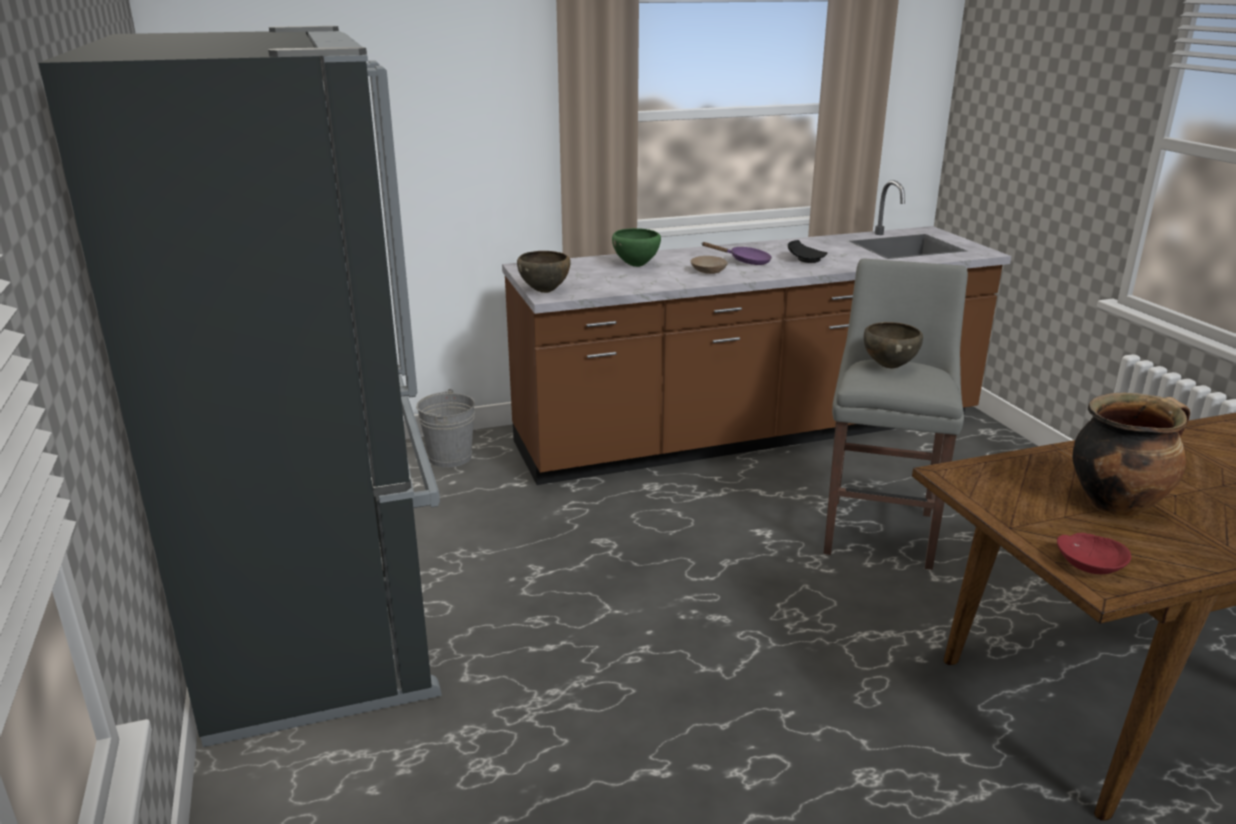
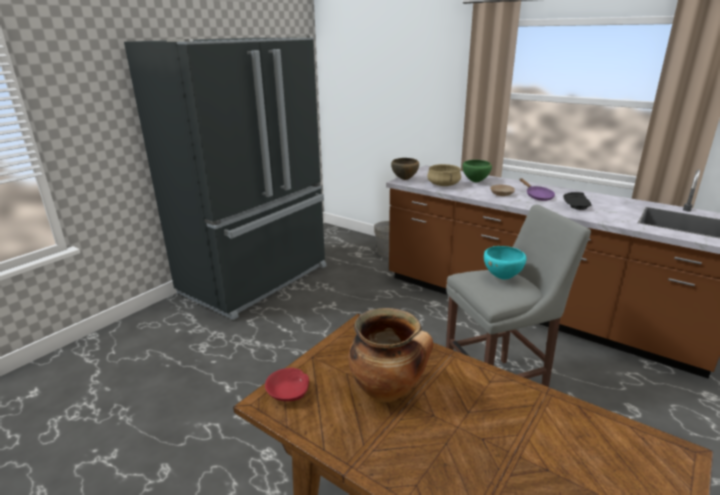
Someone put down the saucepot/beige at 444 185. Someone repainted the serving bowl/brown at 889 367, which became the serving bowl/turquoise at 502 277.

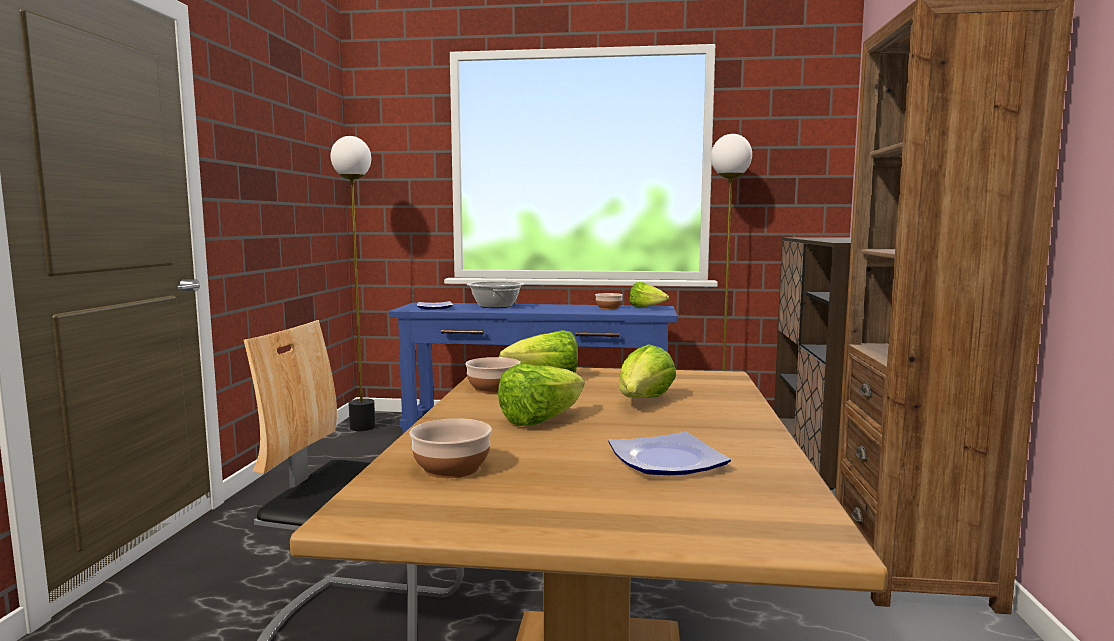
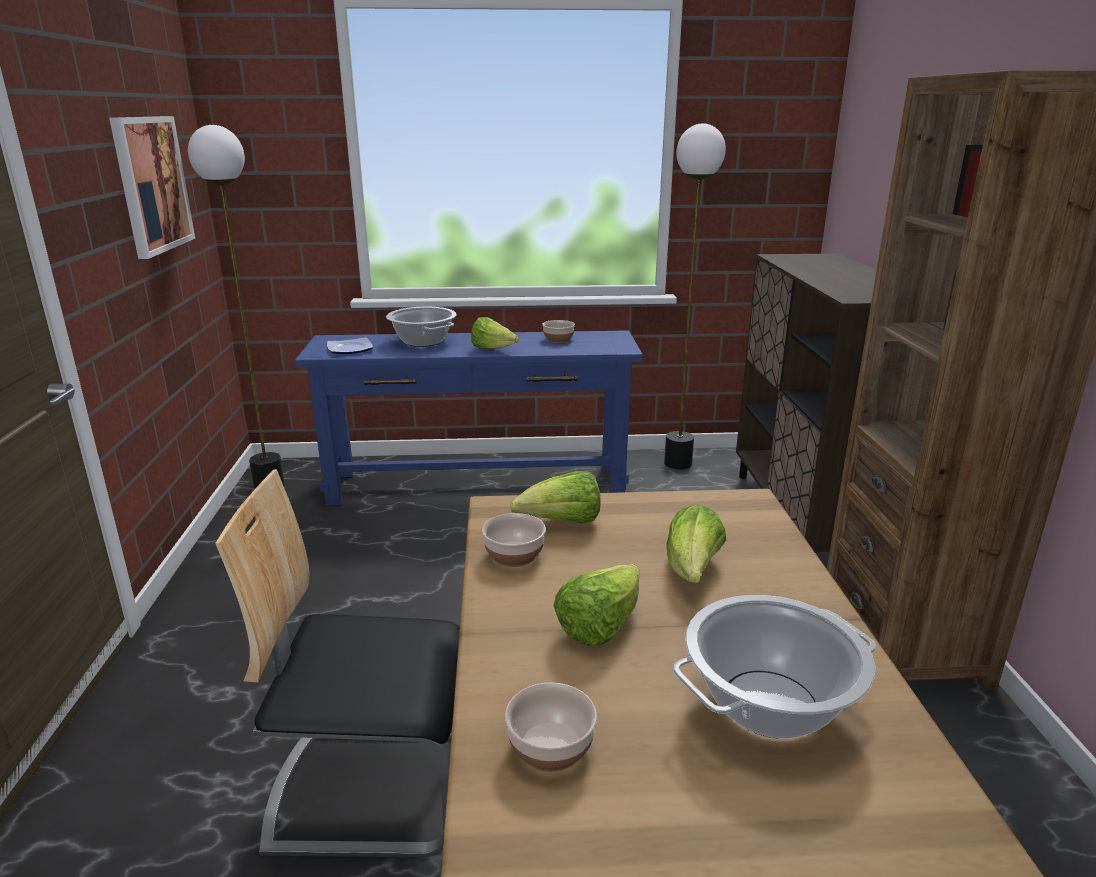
Someone put up the wall art at 152 184. Someone carried the lettuce head from 647 308 to 493 349. Someone swapped the dinner plate at 666 462 for the saucepot at 769 705.

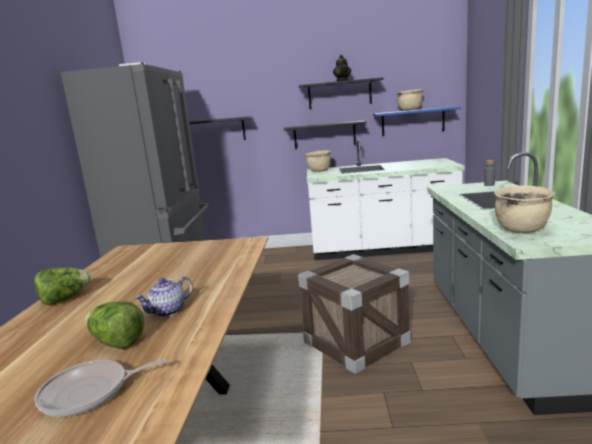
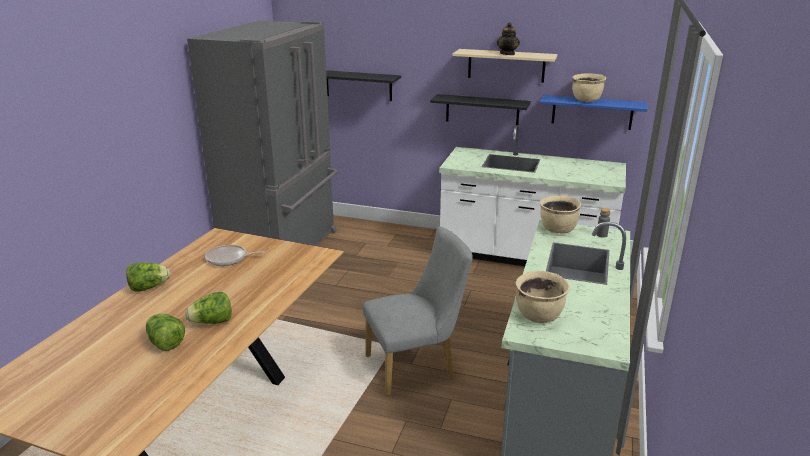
Someone carried the frying pan from 90 393 to 228 259. Someone carried the saucepot/beige from 319 171 to 557 229. Someone swapped the tea pot at 168 311 for the lettuce head at 212 322. Someone swapped the shipping crate at 356 342 for the plain chair/grey at 416 366. Someone repainted the wall shelf/black-coloured at 339 94, which became the wall shelf/beige at 506 65.

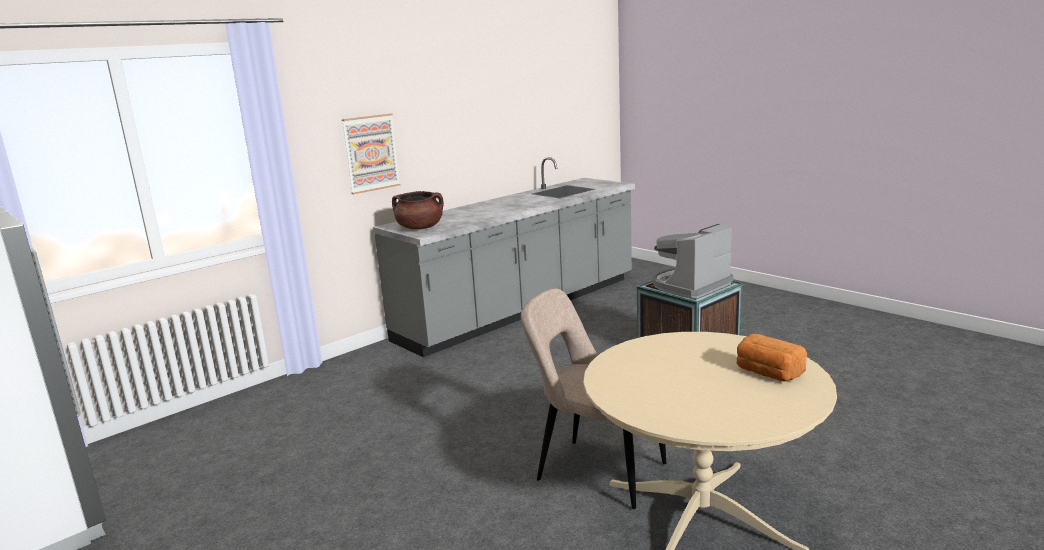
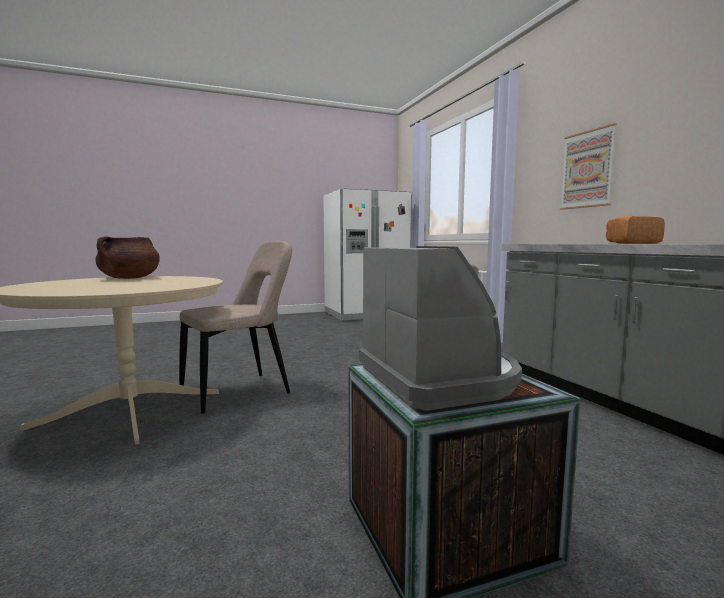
Someone carried the saucepot/brown from 420 228 to 129 278. Someone carried the bread from 767 373 to 631 243.

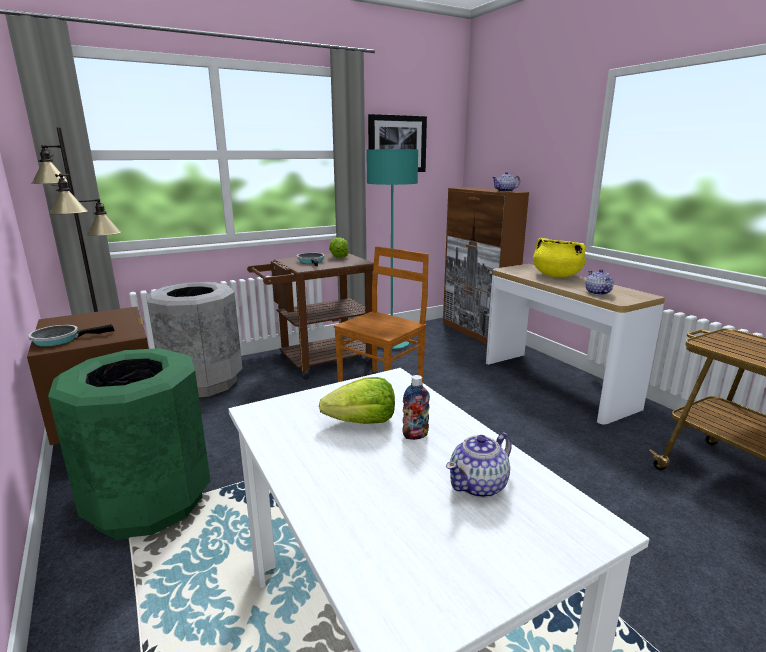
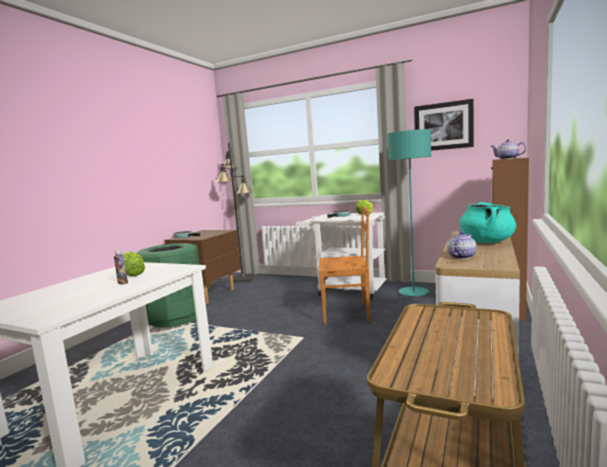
Someone took away the rubbish bin/grey at 202 382. Someone took away the tea pot at 479 485. Someone repainted the cart/brown at 318 362, which became the cart/white-coloured at 345 290. Someone repainted the saucepot/yellow at 556 276, which became the saucepot/turquoise at 486 242.

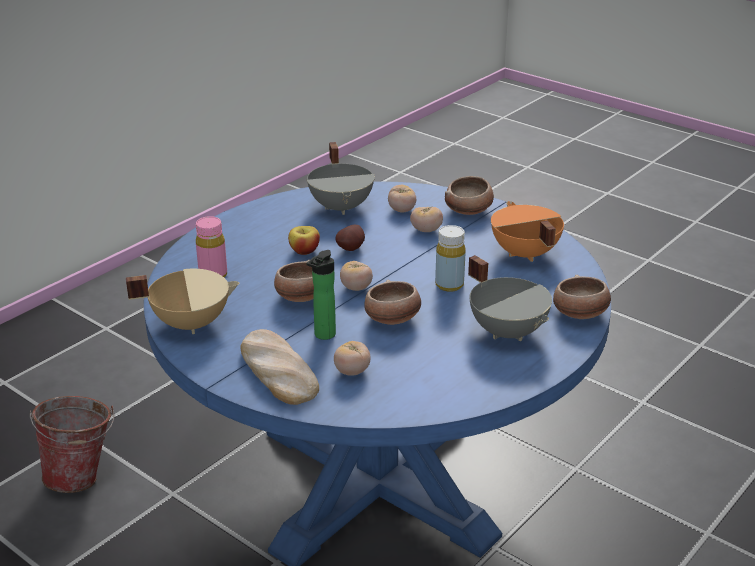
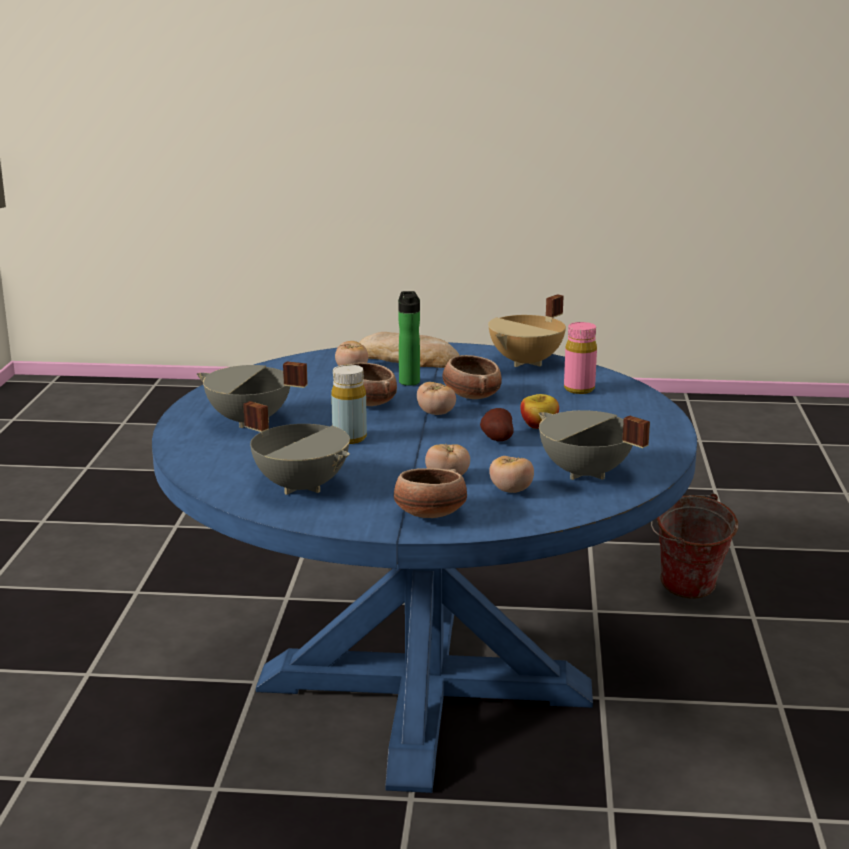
Someone took away the serving bowl at 580 314. Someone repainted the saucepot/orange at 523 254, which became the saucepot/grey at 302 486.

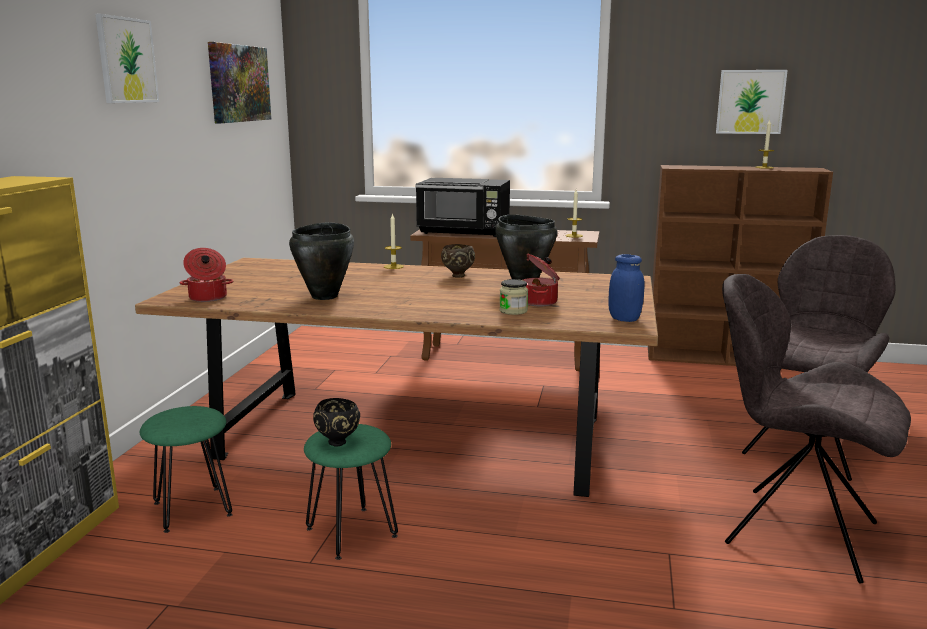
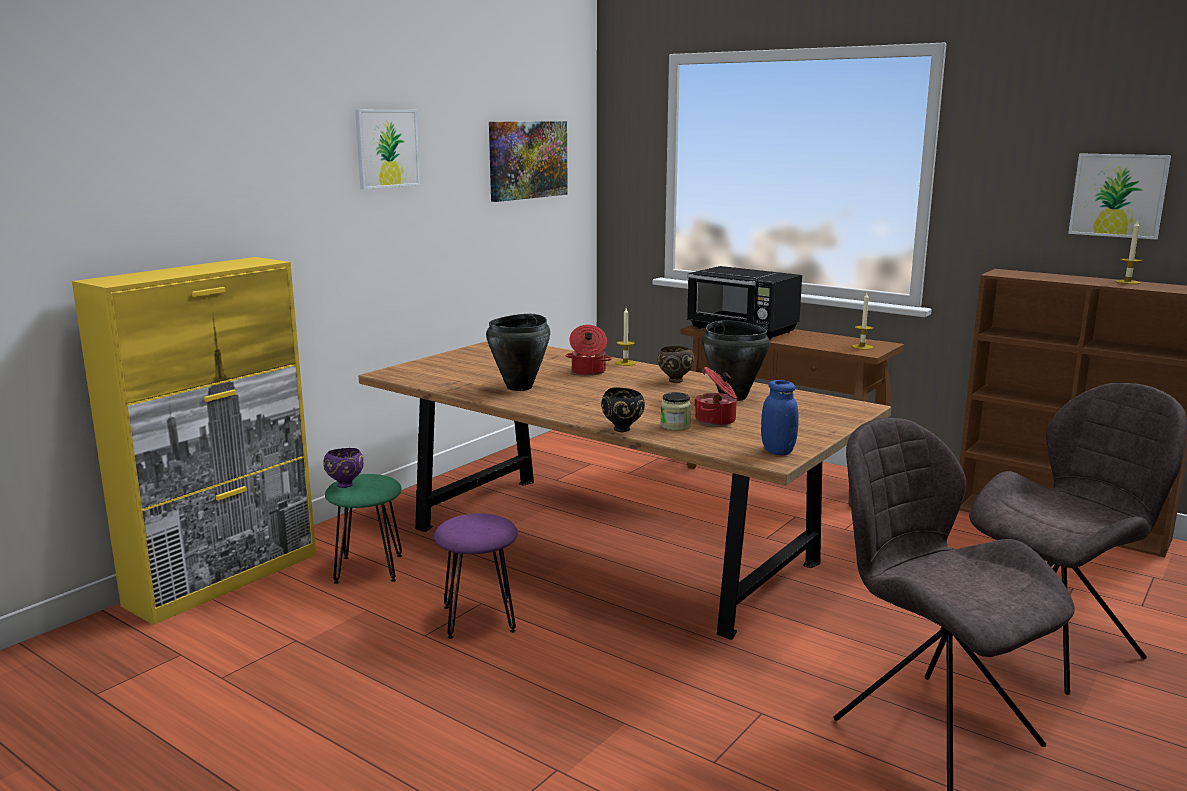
Someone put down the serving bowl/purple at 345 485. Someone carried the saucepot from 207 298 to 588 372. Someone carried the serving bowl/black-coloured from 338 442 to 623 429. Someone repainted the stool/greenish at 351 532, which became the stool/purple at 478 619.

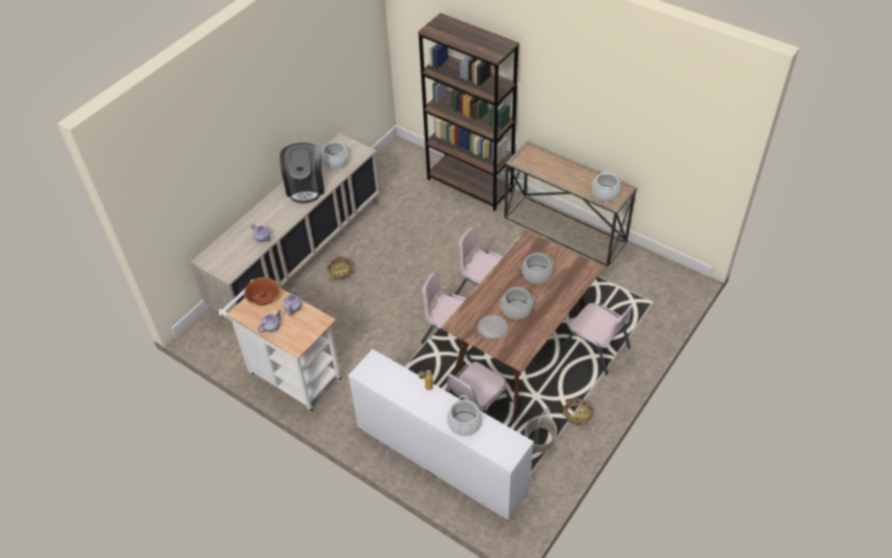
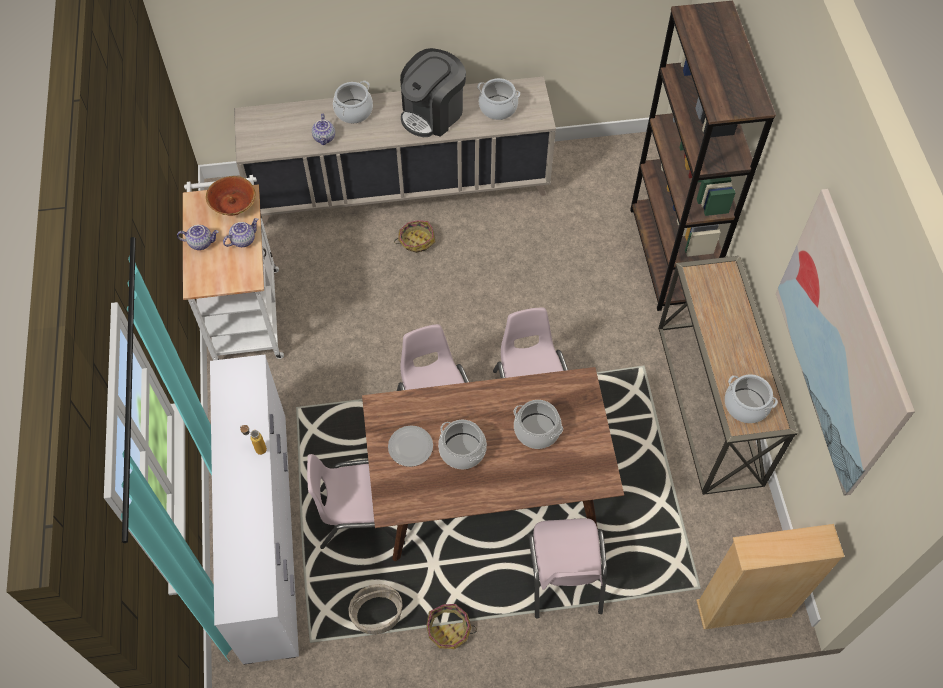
Someone put down the bookshelf/beige at 743 609. Someone put up the wall art at 840 344. Someone carried the saucepot from 464 423 to 353 111.

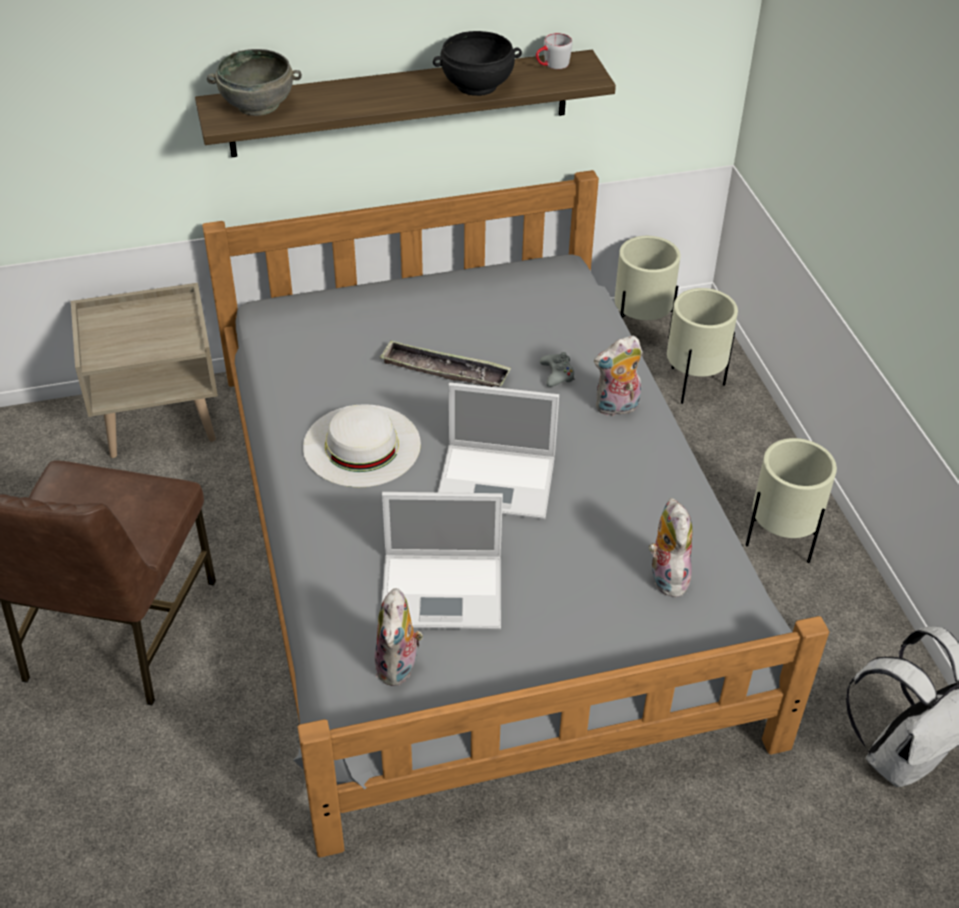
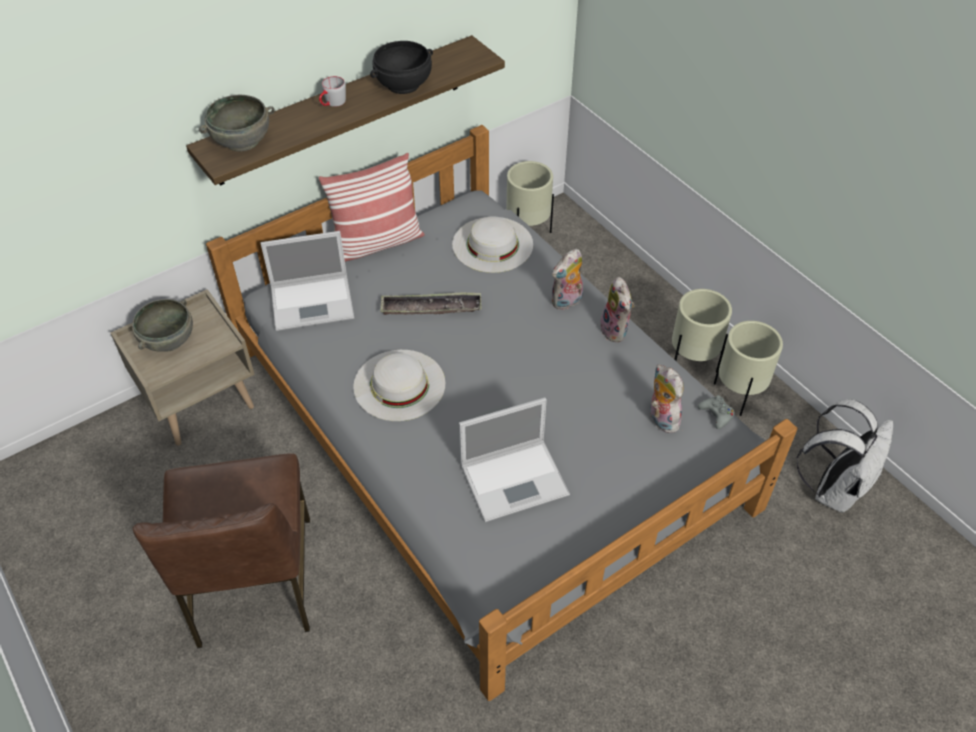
Someone put down the serving bowl/grey at 168 339. Someone put down the throw pillow at 377 243. Someone put down the hat/white-coloured at 492 244. Someone carried the plush toy from 399 667 to 616 331. Someone carried the laptop from 498 481 to 314 302. Someone carried the tea mug/grey from 552 65 to 332 103. Someone carried the gamepad/grey from 557 374 to 716 414. Someone carried the plant pot/beige from 693 386 to 738 395.

